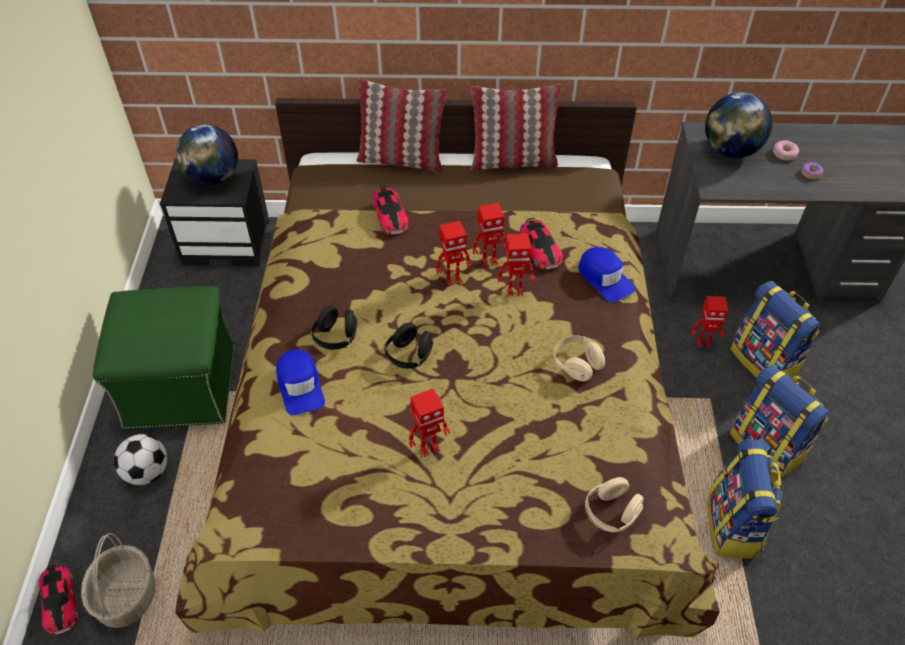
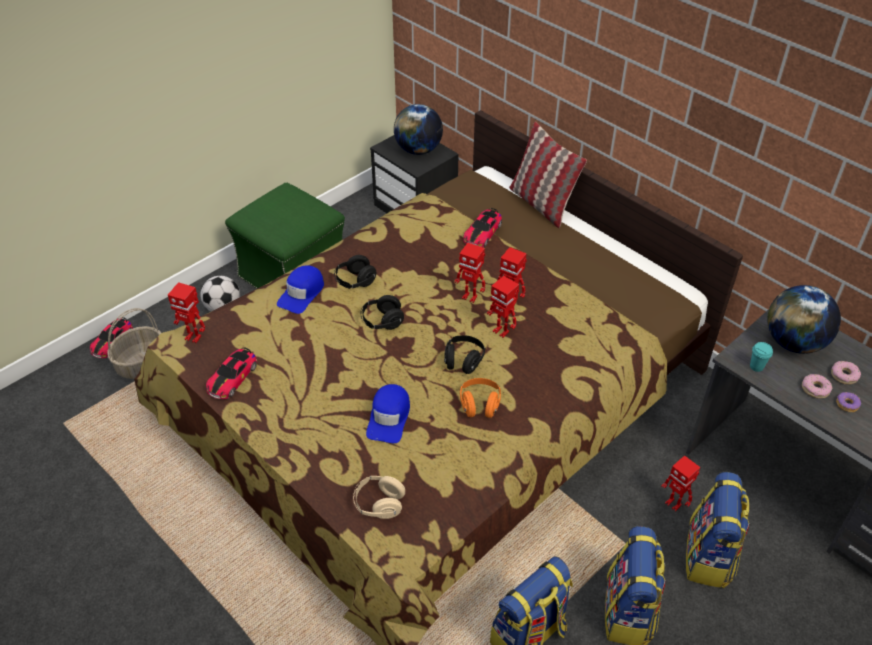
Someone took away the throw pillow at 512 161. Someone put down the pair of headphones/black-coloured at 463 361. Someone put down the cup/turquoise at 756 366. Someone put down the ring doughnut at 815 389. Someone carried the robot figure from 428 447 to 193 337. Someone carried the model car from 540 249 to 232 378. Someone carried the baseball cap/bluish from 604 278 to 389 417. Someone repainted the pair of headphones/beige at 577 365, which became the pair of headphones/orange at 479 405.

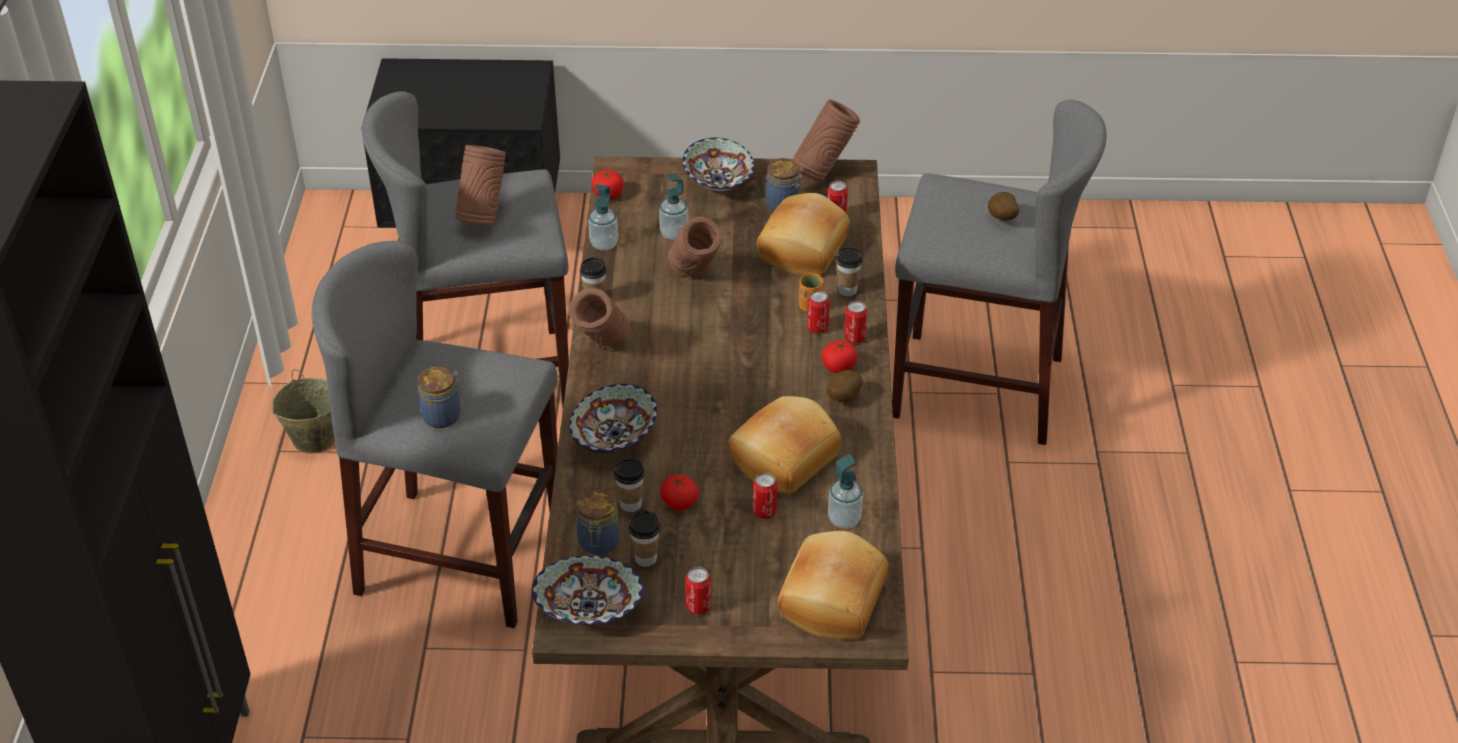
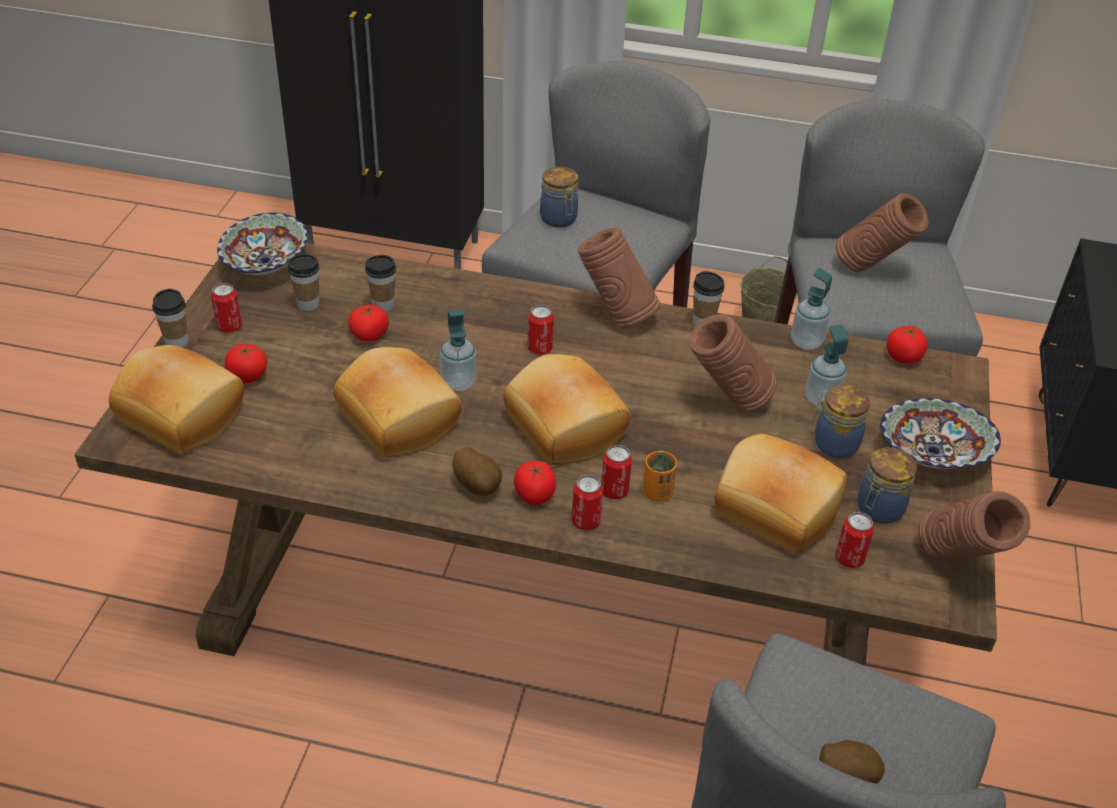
Someone took away the serving bowl at 615 437. Someone put down the fresh tomato at 248 376. Someone put down the bread at 562 428. Someone carried the jar from 598 543 to 833 444. Someone carried the can from 764 512 to 539 348. Someone carried the liquid soap bottle from 844 519 to 458 382. Someone carried the cup from 847 290 to 177 342.

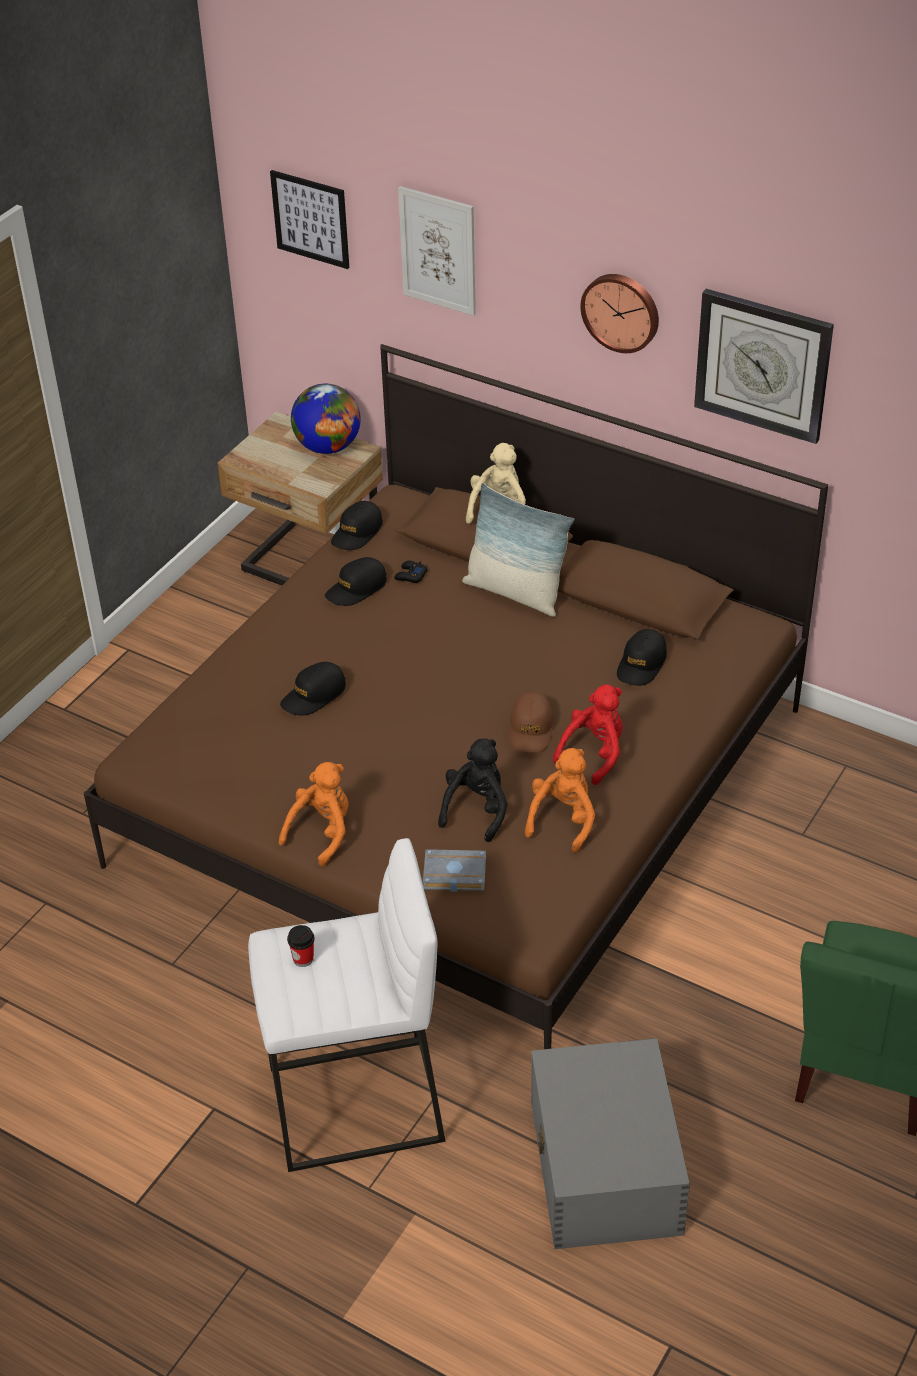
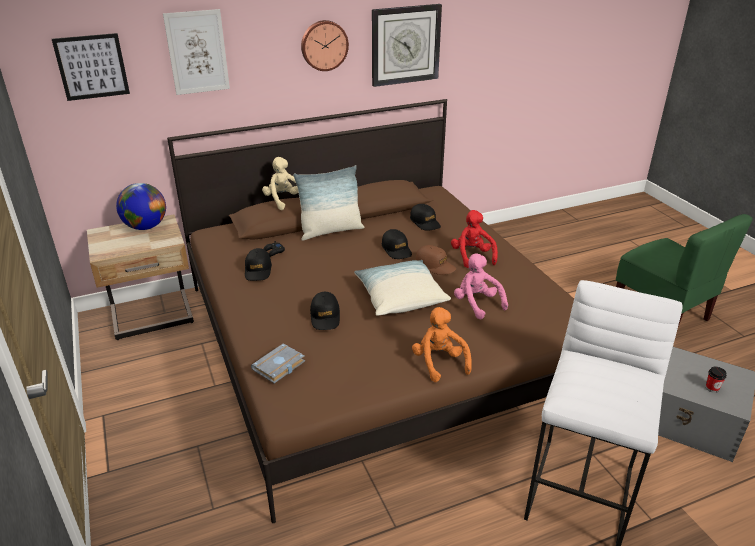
Someone took away the plush toy/orange at 563 819. Someone put down the throw pillow at 400 297. Someone carried the cup from 303 958 to 712 388. Someone carried the baseball cap/black-coloured from 357 533 to 396 249. Someone carried the book/grey from 453 875 to 279 367. Someone repainted the plush toy/black-coloured at 477 810, which became the plush toy/pink at 477 304.

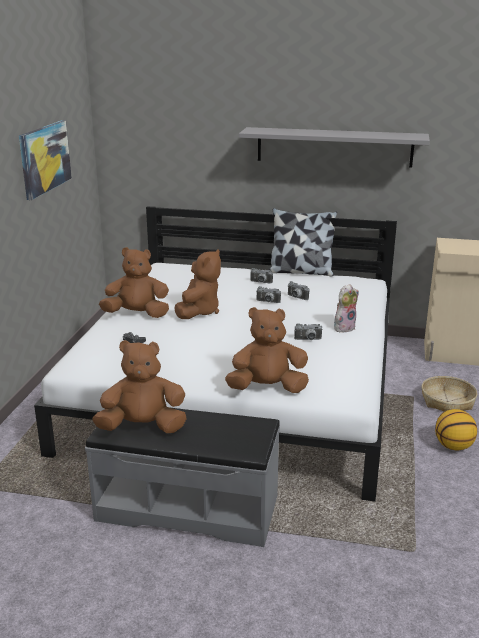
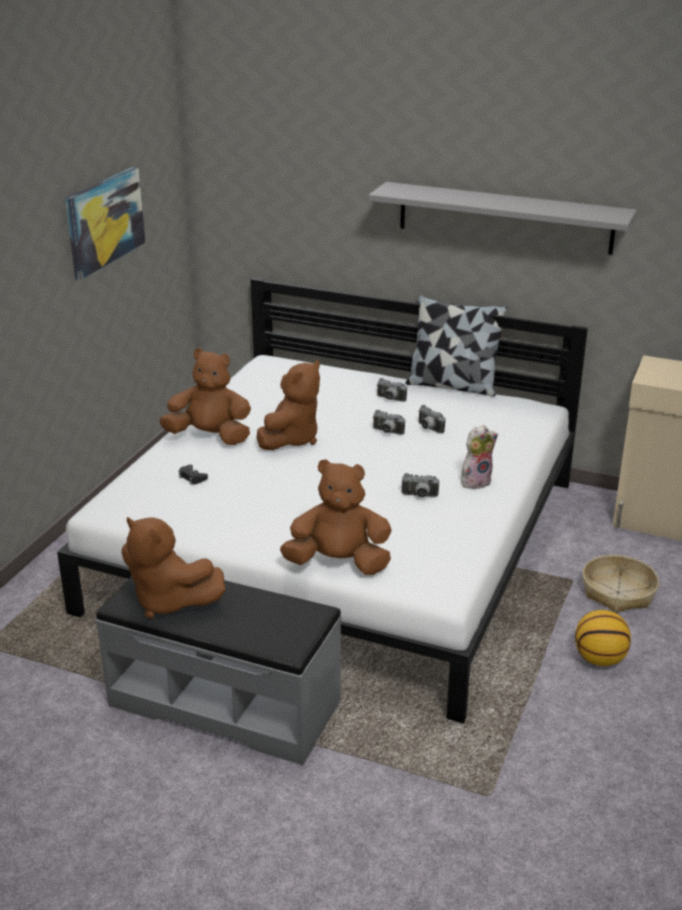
Someone rotated the plush toy/brown at 143 427 by 150 degrees counterclockwise.

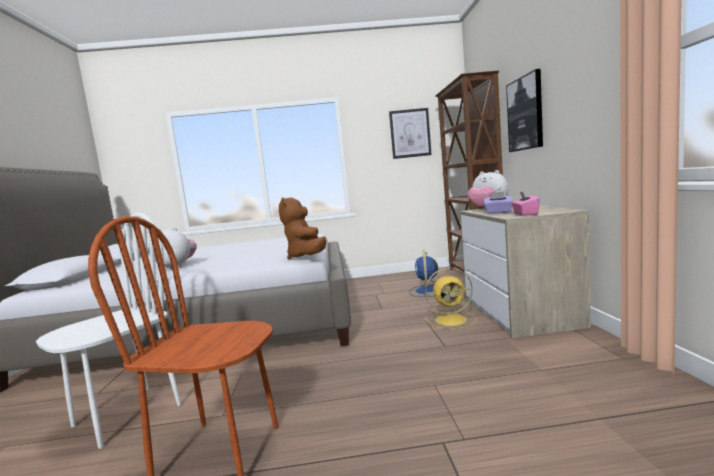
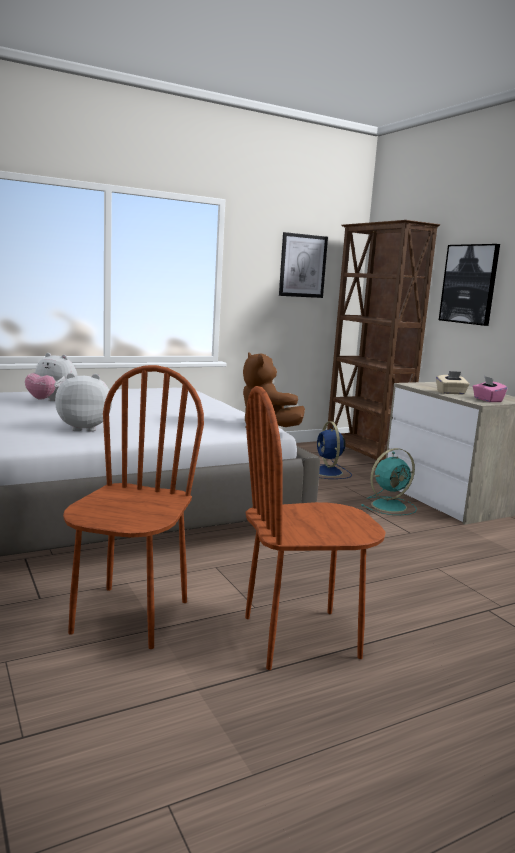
Someone carried the plush toy from 488 209 to 52 402. Someone repainted the plain chair/white-coloured at 127 414, which became the plain chair/brown at 129 616. Someone repainted the fan/yellow at 452 320, which became the fan/turquoise at 390 506. Someone repainted the tissue holder/purple at 498 212, which became the tissue holder/beige at 451 393.

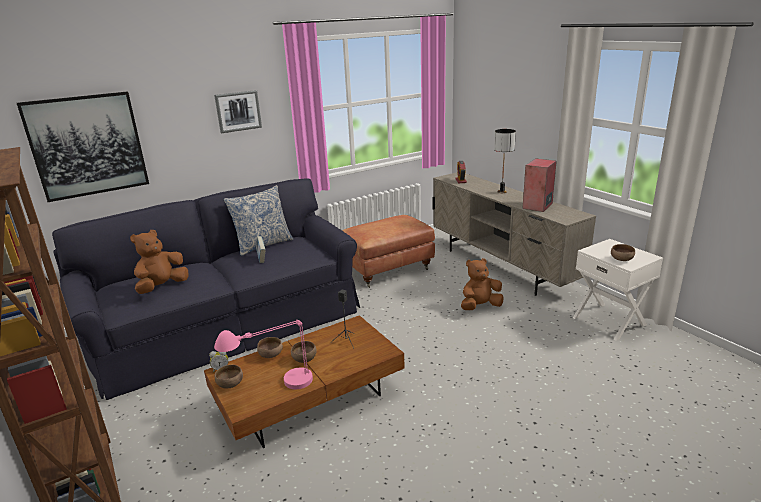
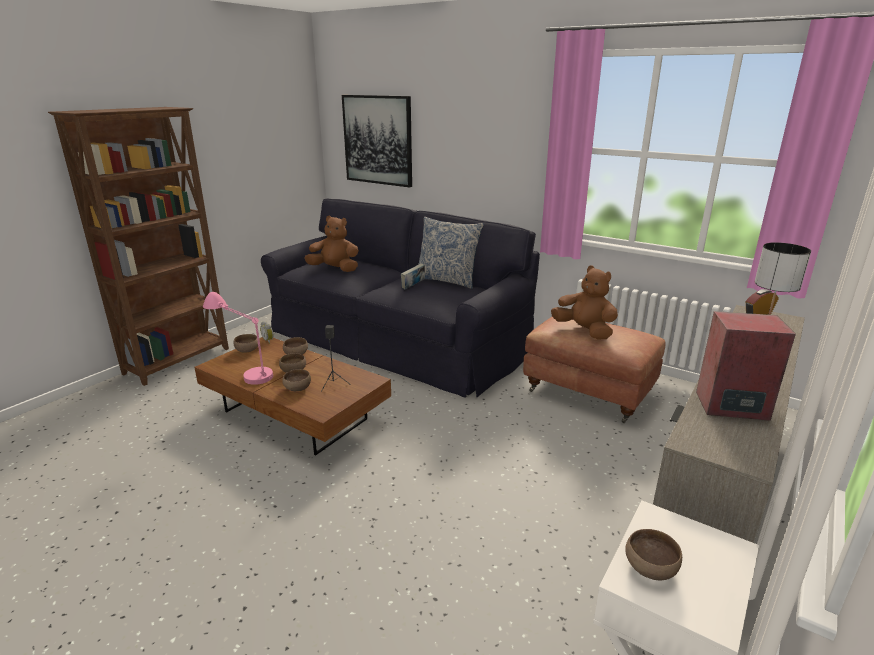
Someone took away the wall art at 238 111. Someone put down the serving bowl/brown at 297 389. Someone carried the plush toy/brown from 480 306 to 584 331.

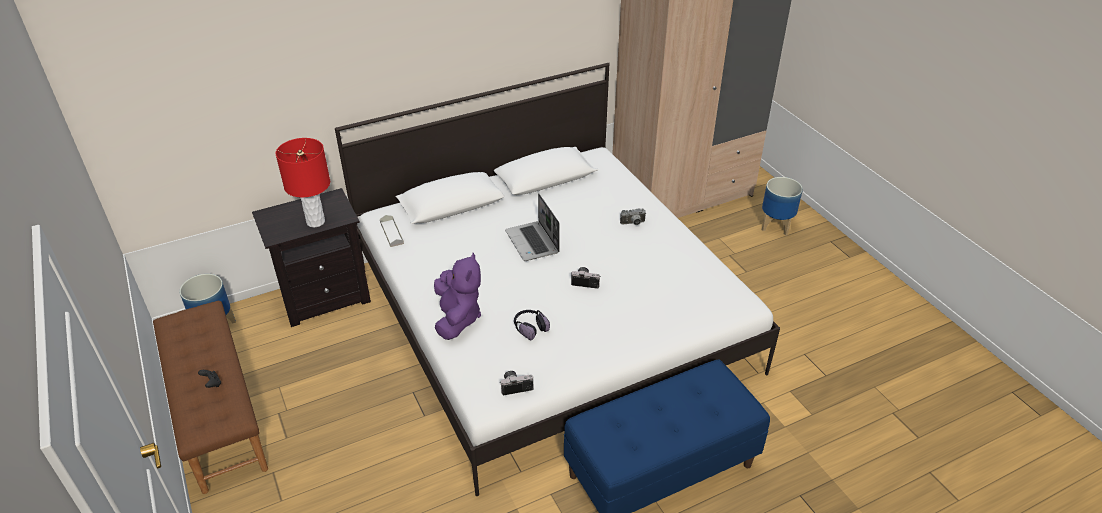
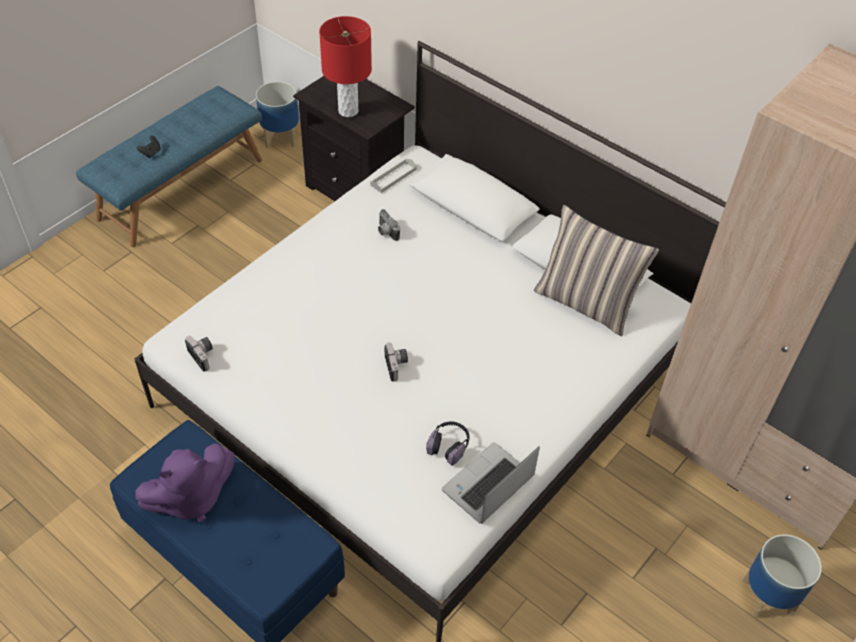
Someone put down the throw pillow at 586 303. Someone carried the plush toy/purple from 457 318 to 191 498. Someone carried the laptop from 533 242 to 488 485. Someone carried the pair of headphones from 530 328 to 449 446. Someone carried the photo camera from 633 223 to 386 232. Someone repainted the indoor bench/brown at 217 414, which became the indoor bench/bluish at 181 188.

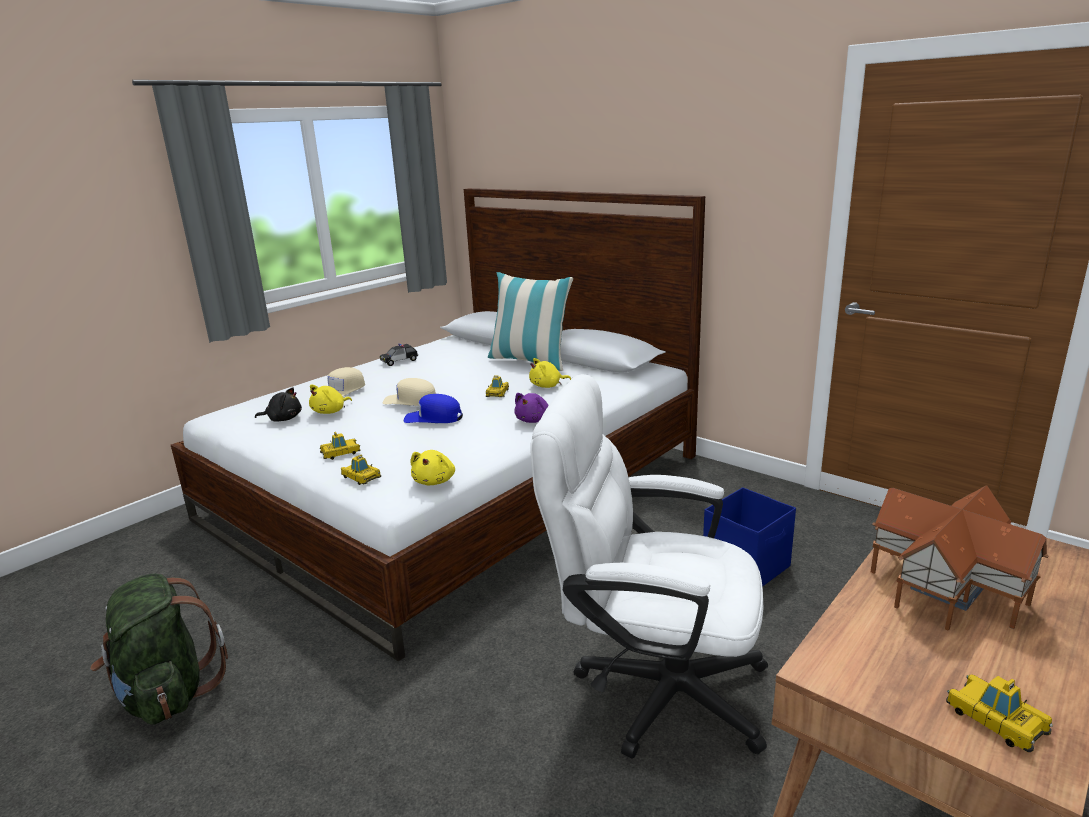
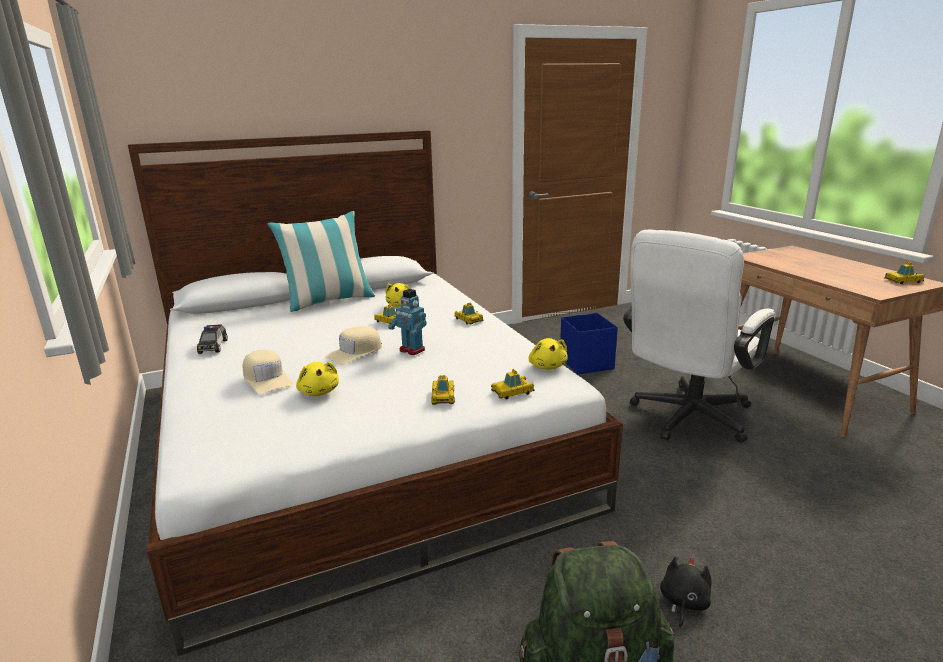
Someone took away the model house at 948 589. Someone carried the plush toy/black-coloured from 283 419 to 683 603. Someone swapped the baseball cap/bluish at 433 418 for the robot figure at 411 350. Someone swapped the plush toy/purple at 534 420 for the model car at 468 320. Someone rotated the plush toy/yellow at 435 481 by 45 degrees clockwise.

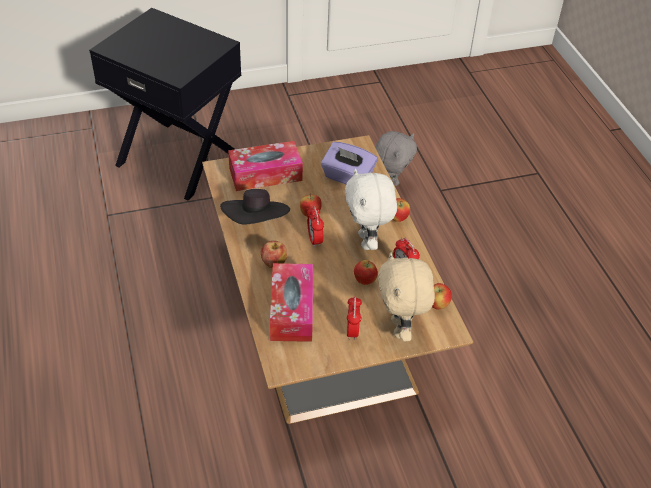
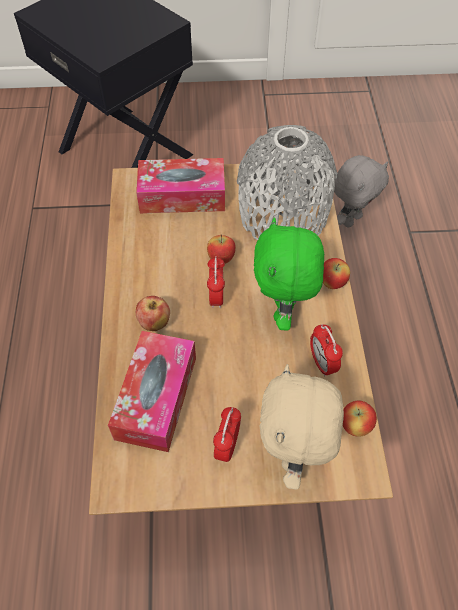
Someone took away the hat/black-coloured at 256 222. Someone took away the apple fruit at 364 281. Someone swapped the tissue holder/purple at 347 177 for the flower vase/grey at 283 214. Someone repainted the plush toy/white-coloured at 367 242, which became the plush toy/greenish at 283 311.

